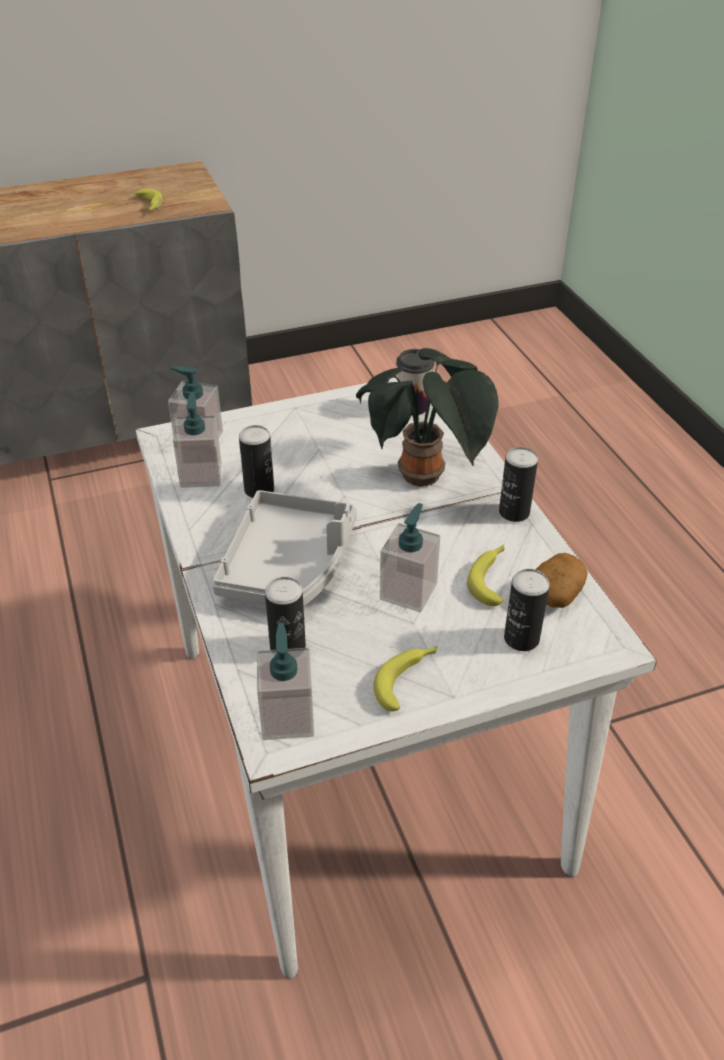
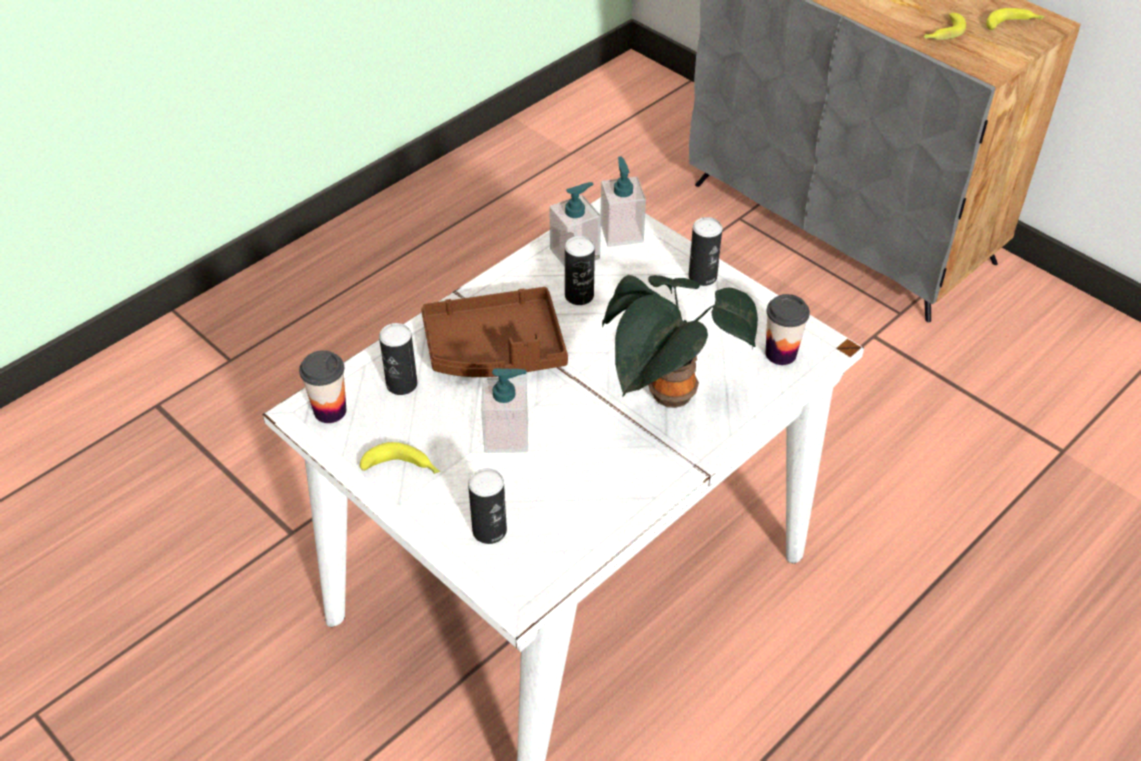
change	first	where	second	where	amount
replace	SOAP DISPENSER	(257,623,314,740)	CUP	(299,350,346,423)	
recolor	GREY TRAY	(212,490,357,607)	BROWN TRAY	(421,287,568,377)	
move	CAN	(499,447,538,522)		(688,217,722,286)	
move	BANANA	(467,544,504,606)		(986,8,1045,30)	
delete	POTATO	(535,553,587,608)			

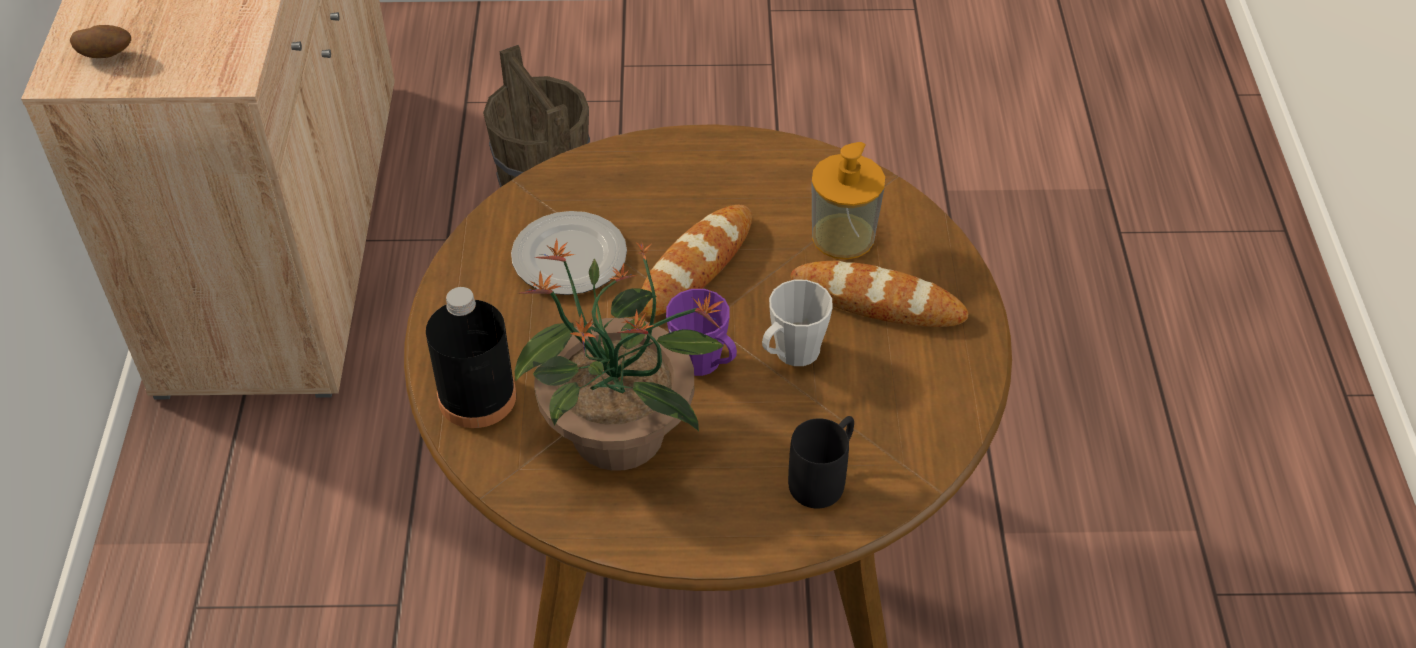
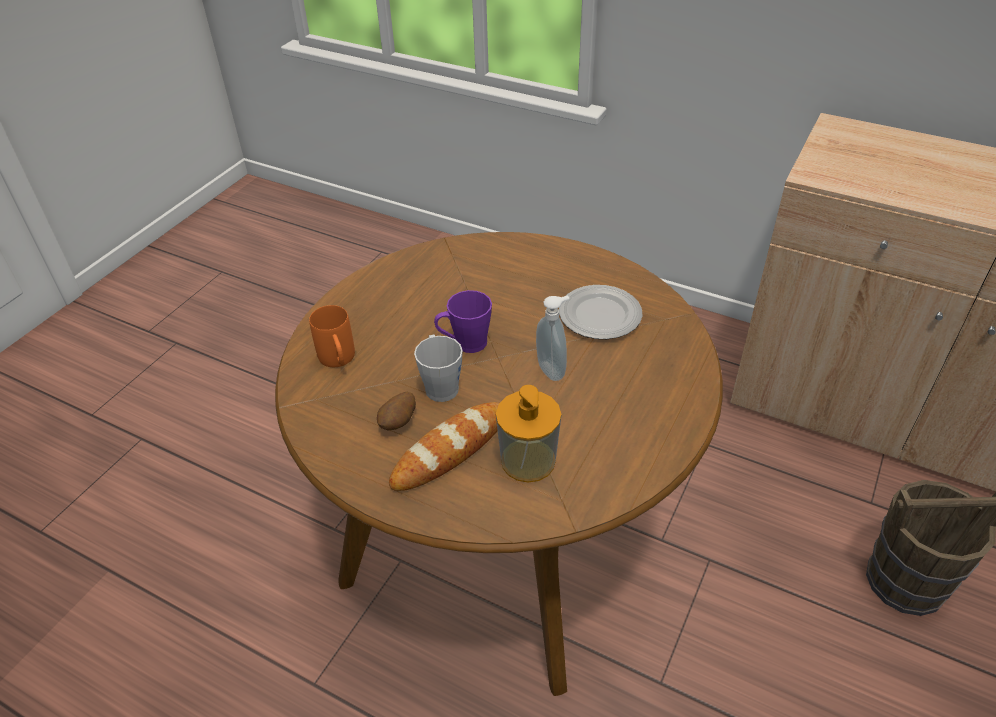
change	first	where	second	where	amount
recolor	BLACK MUG	(788,416,854,508)	ORANGE MUG	(309,305,355,367)	
move	POTATO	(70,25,131,58)		(377,392,416,430)	
replace	BREAD	(640,205,752,317)	SOAP DISPENSER	(536,295,569,381)	
delete	BLACK BOTTLE	(426,287,516,428)			
delete	POTTED PLANT	(515,239,724,471)			

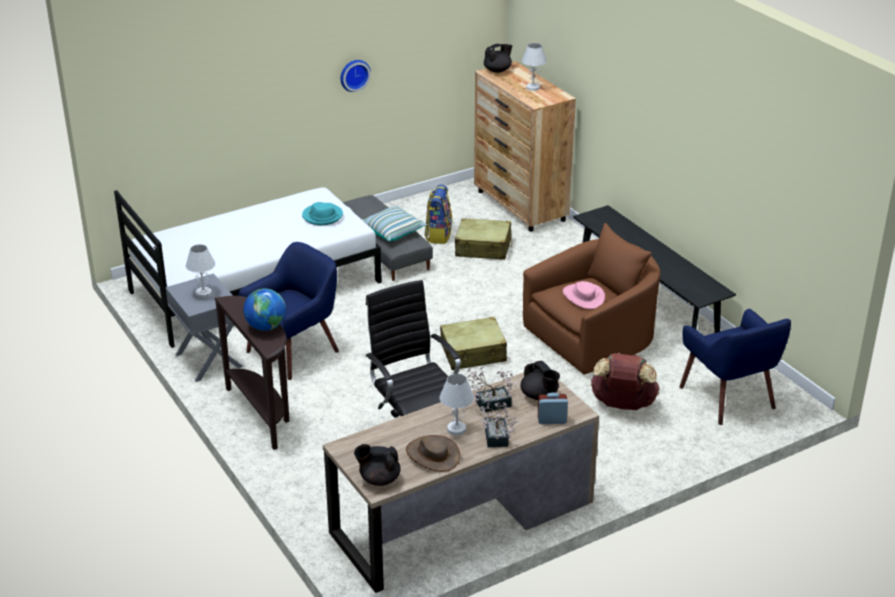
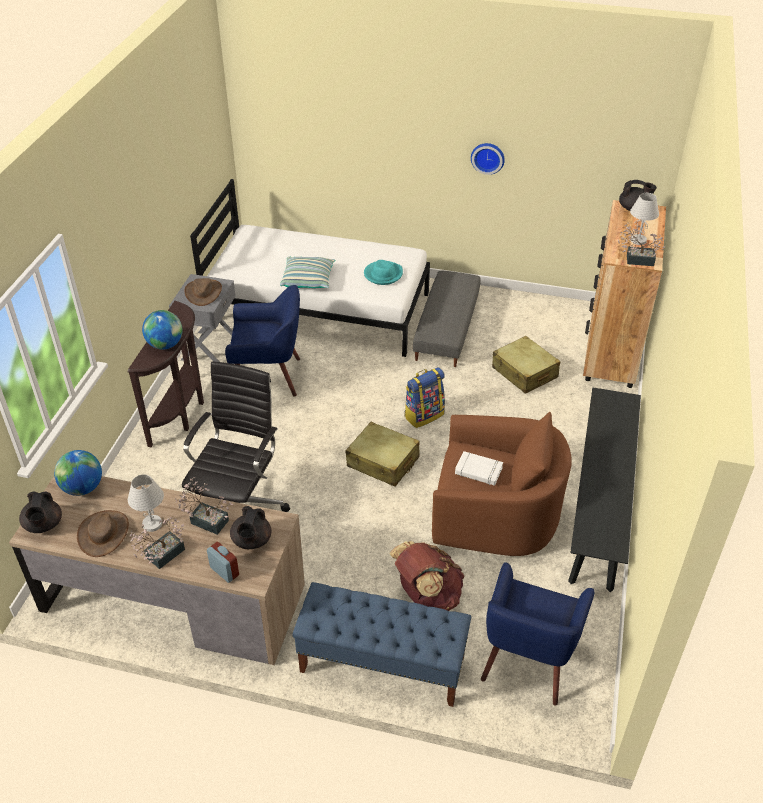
change	first	where	second	where	amount
rotate	BLACK TEAPOT	(354,444,401,486)		(19,491,62,533)	150 degrees counterclockwise
insert			GLOBE	(54,450,102,496)	
replace	WHITE TABLE LAMP	(186,244,215,298)	BROWN HAT	(184,278,222,306)	
move	PILLOW	(362,206,428,241)		(280,257,335,288)	
insert			BLUE BENCH	(292,582,471,707)	
move	BACKPACK	(425,184,452,244)		(404,367,445,428)	
replace	PINK HAT	(563,281,605,309)	WHITE BOOK	(455,451,503,486)	
insert			POTTED PLANT	(618,223,665,266)	

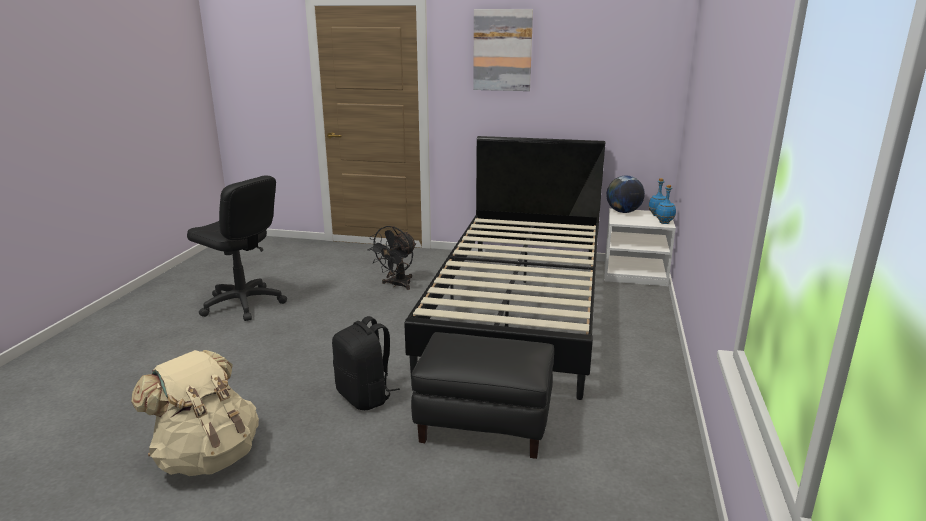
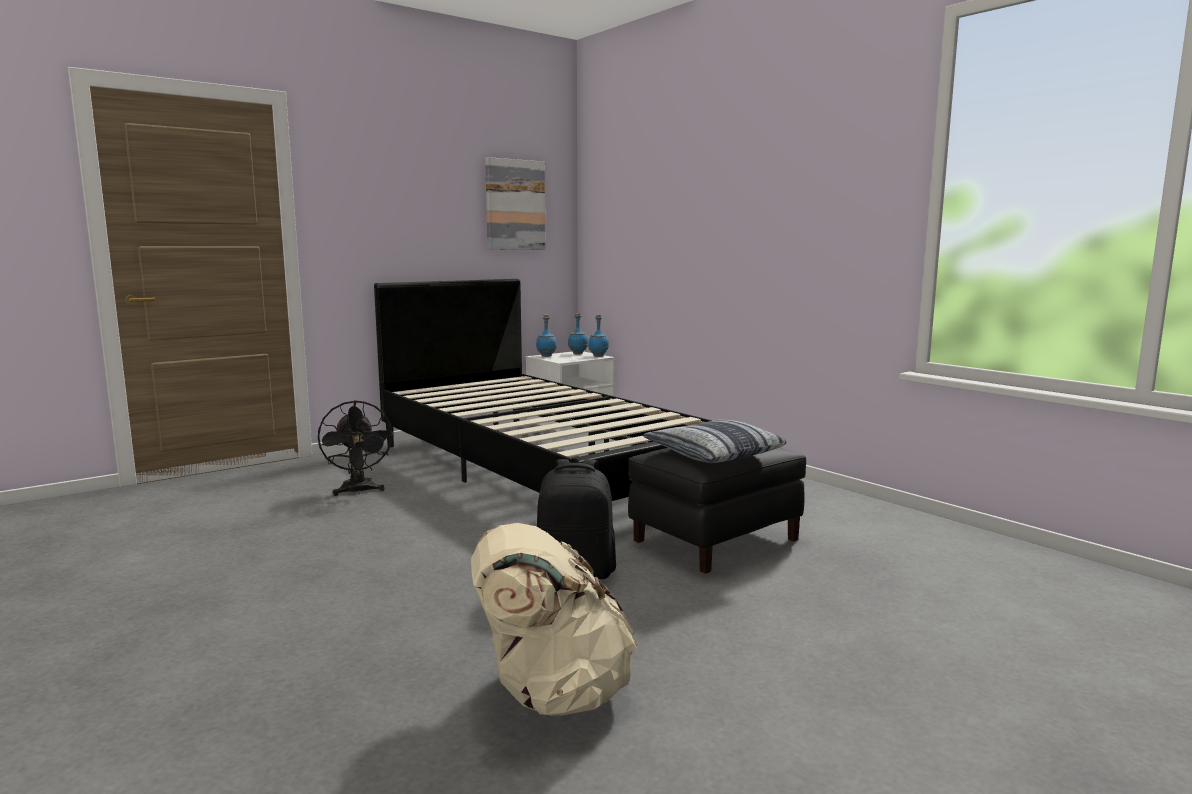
change	first	where	second	where	amount
move	PICTURE	(473,9,533,91)		(485,157,546,250)	
replace	GLOBE	(606,176,645,213)	BLUE BOTTLE	(536,315,557,357)	
insert			PILLOW	(643,420,787,463)	
delete	BLACK OFFICE CHAIR	(187,176,287,321)			

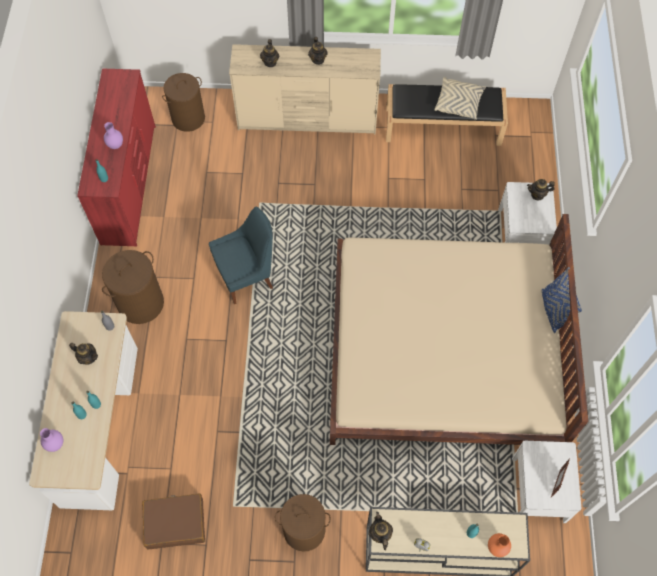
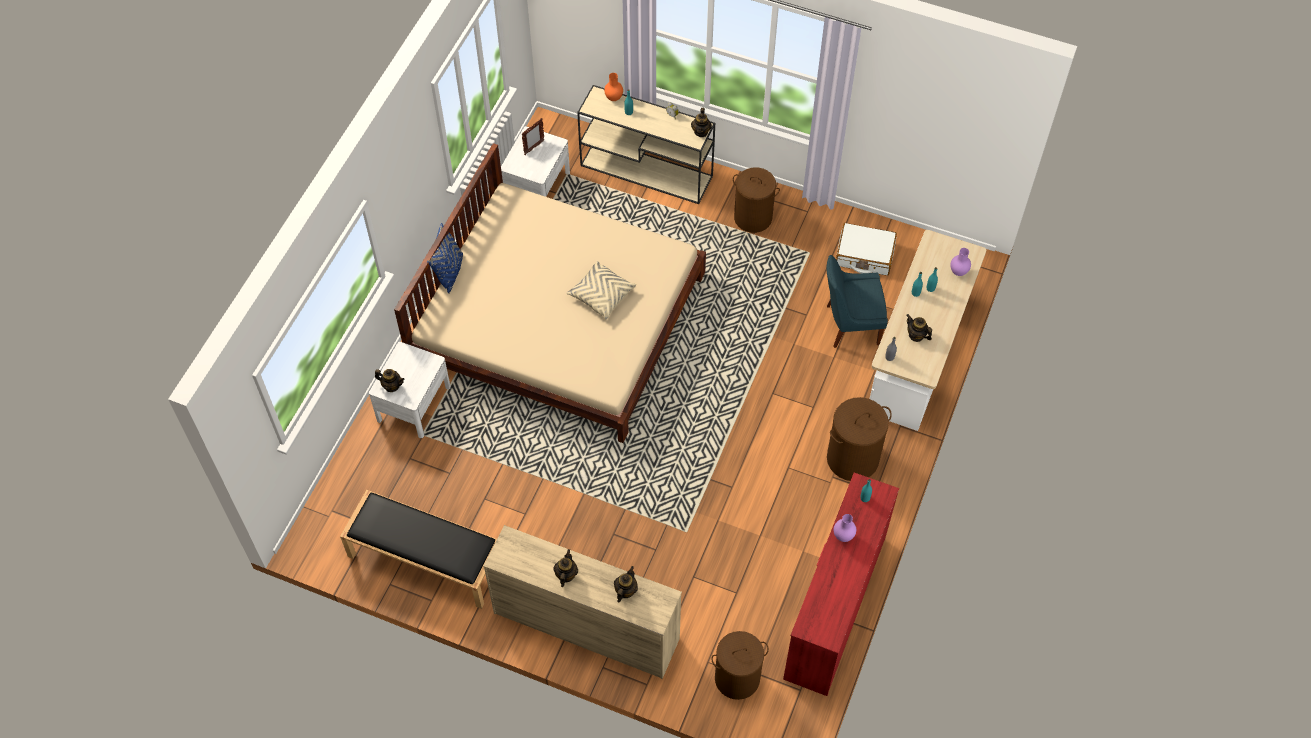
change	first	where	second	where	amount
move	BEIGE PILLOW	(434,77,486,120)		(566,261,636,320)	
move	BLUE CHAIR	(209,207,273,304)		(826,255,888,348)	
recolor	BROWN SUITCASE	(142,494,205,549)	WHITE SUITCASE	(836,223,897,276)	

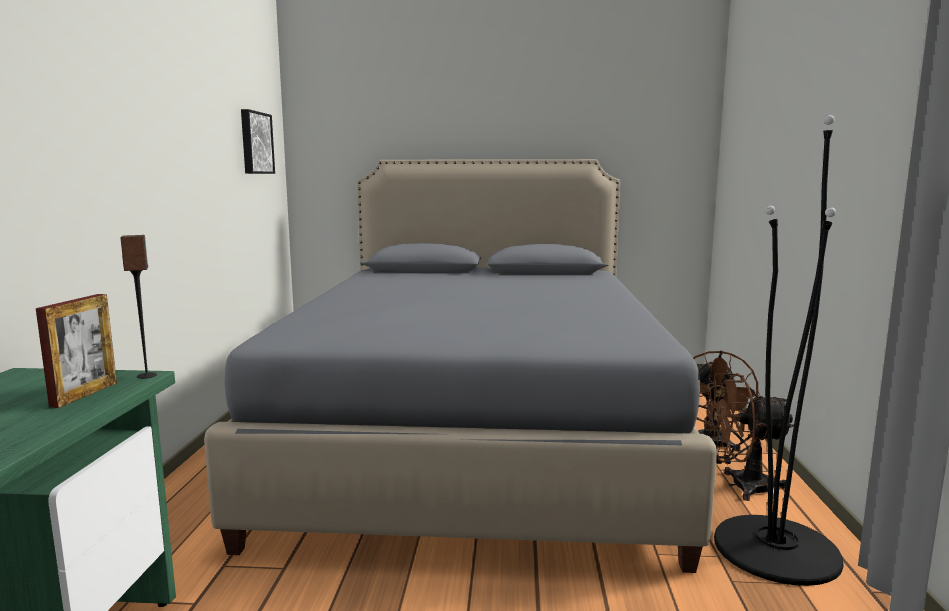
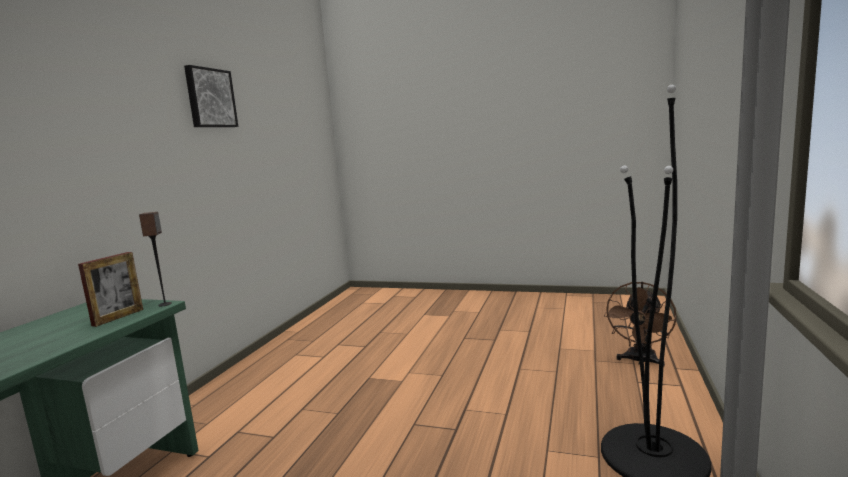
change	first	where	second	where	amount
move	PICTURE	(241,109,275,174)		(184,65,238,127)	
delete	GREY BED	(204,159,717,573)			
delete	BROWN FAN	(704,373,794,501)			

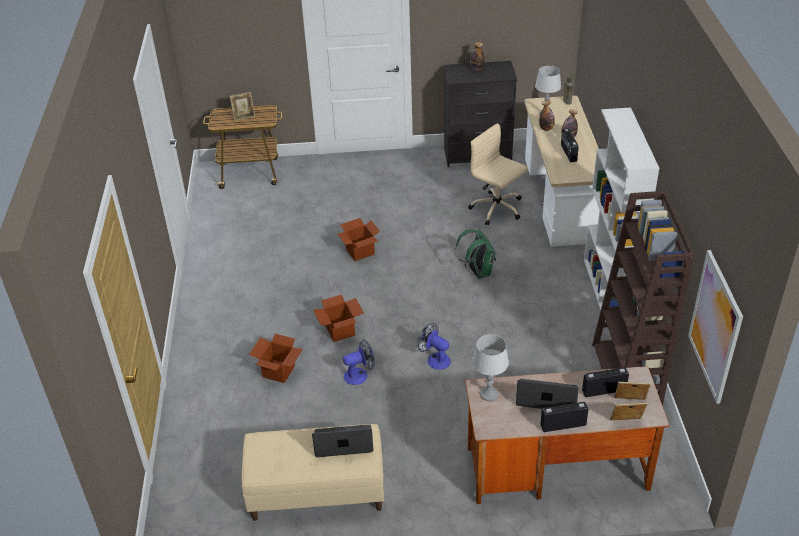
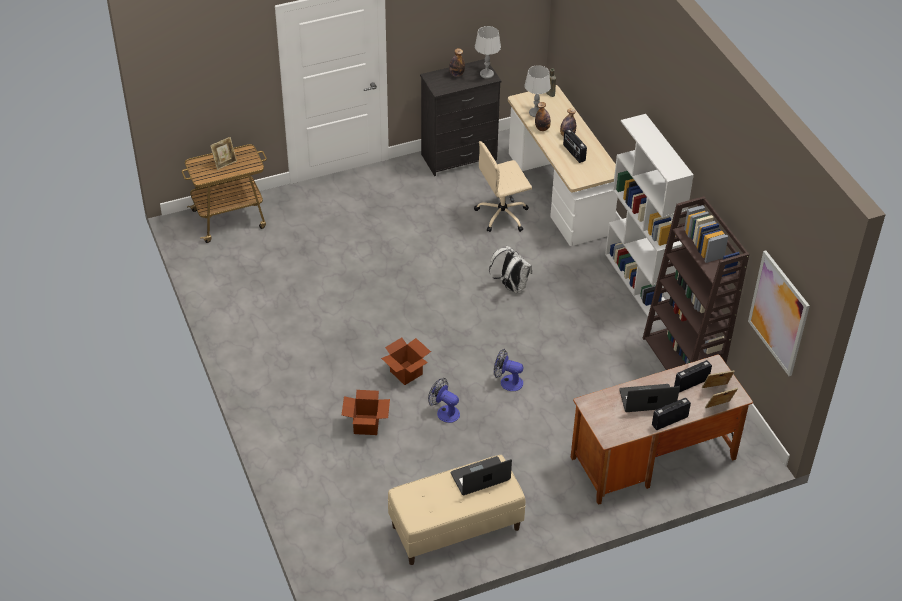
change	first	where	second	where	amount
rotate	FAN	(343,339,375,385)		(428,378,460,423)	105 degrees counterclockwise
rotate	BEIGE OFFICE CHAIR	(468,123,528,225)		(474,141,532,232)	45 degrees counterclockwise
move	GREY TABLE LAMP	(472,334,509,401)		(475,26,501,79)	
recolor	GREEN BACKPACK	(455,230,496,278)	WHITE BACKPACK	(489,245,532,293)	
delete	CARDBOARD BOX	(338,218,380,261)			

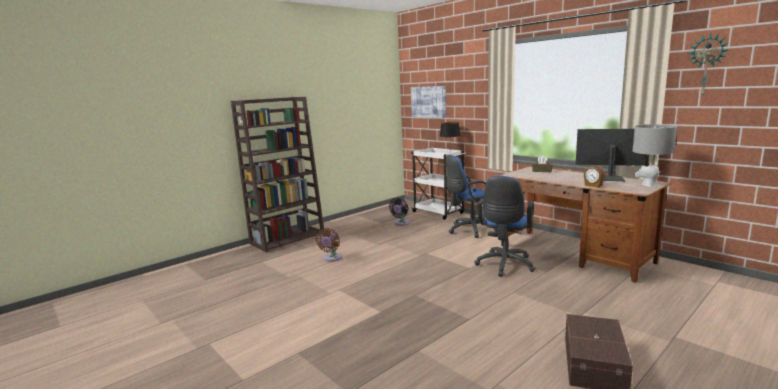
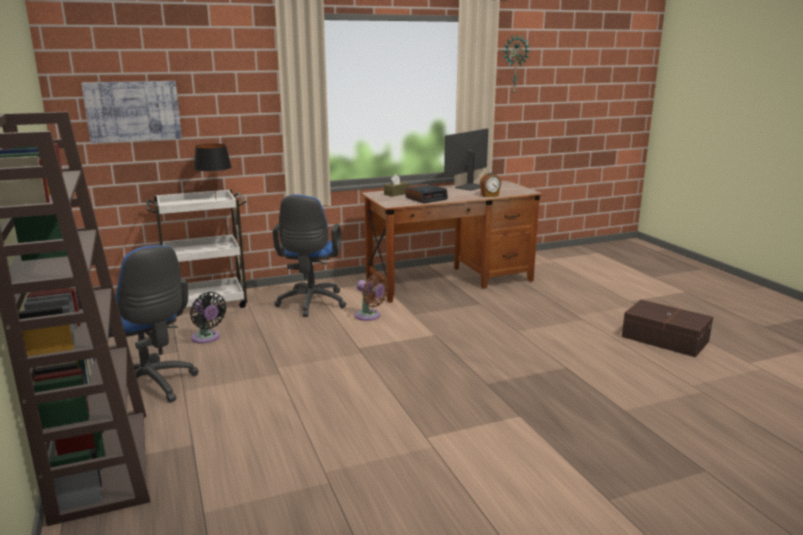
change	first	where	second	where	amount
move	BLUE OFFICE CHAIR	(474,175,536,277)		(109,245,199,403)	
move	BROWN FAN	(316,228,342,262)		(355,272,389,321)	
insert			ALARM CLOCK	(405,185,448,203)	
delete	GREY TABLE LAMP	(633,124,677,187)			

